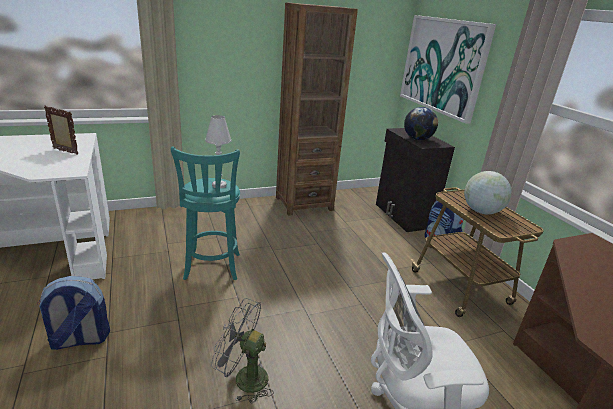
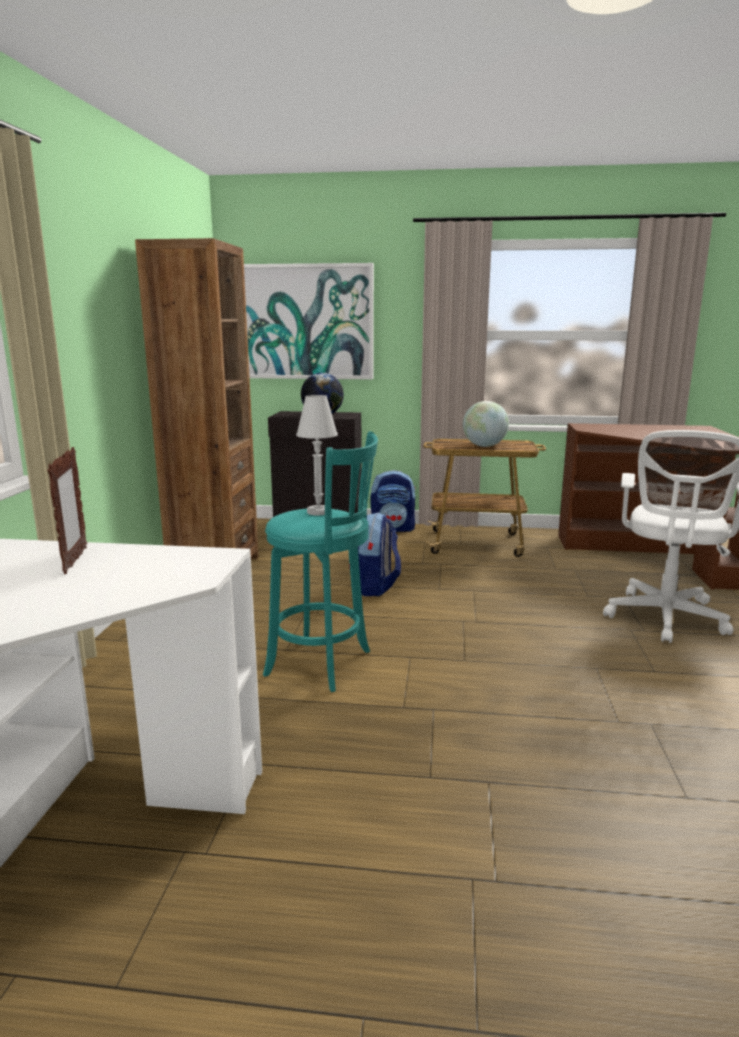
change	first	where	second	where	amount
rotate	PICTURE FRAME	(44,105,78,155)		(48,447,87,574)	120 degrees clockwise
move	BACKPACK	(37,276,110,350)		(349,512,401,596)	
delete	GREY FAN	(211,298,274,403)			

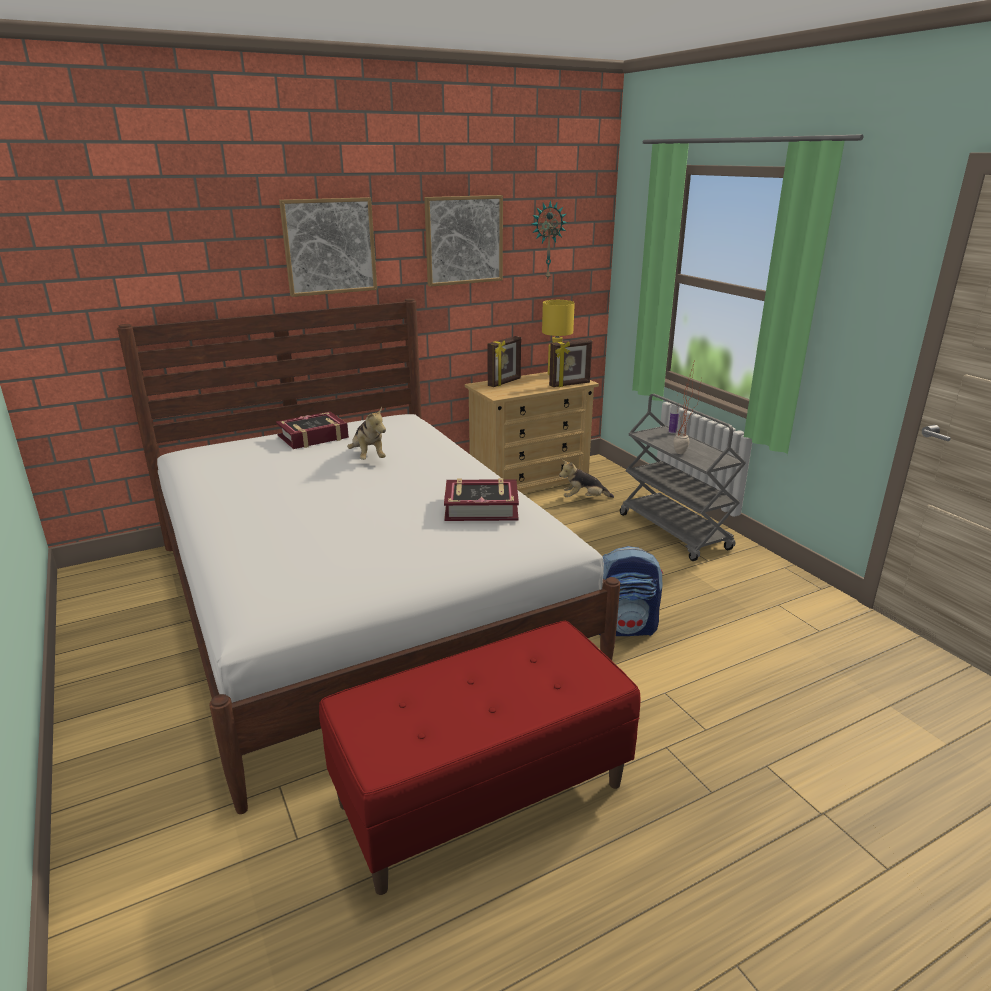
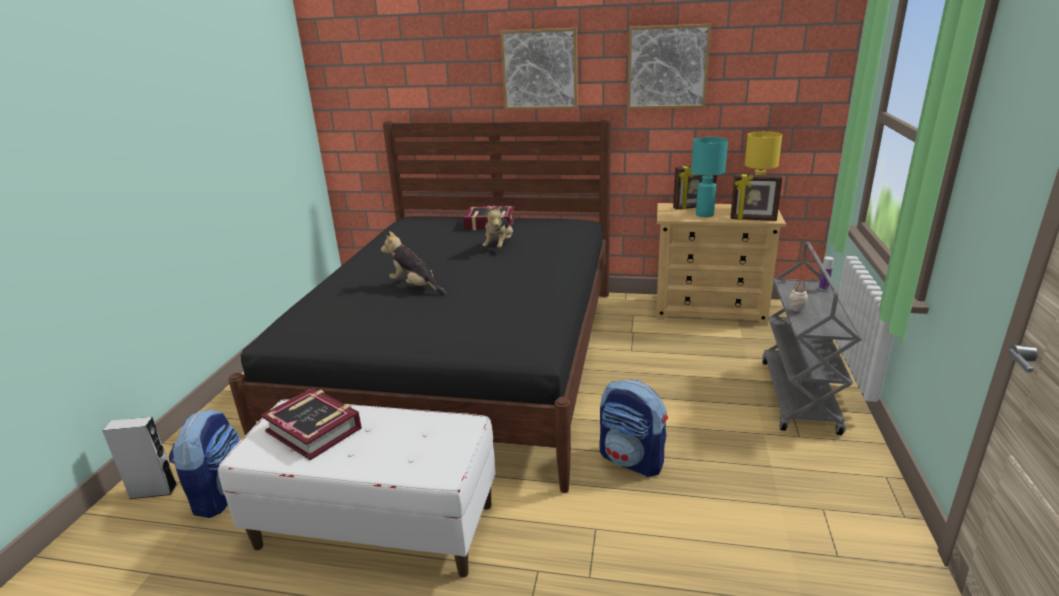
change	first	where	second	where	amount
insert			GREY SPEAKER	(102,417,177,499)	
insert			BACKPACK	(169,409,240,518)	
recolor	RED BENCH	(319,621,641,895)	WHITE BENCH	(218,399,496,578)	
recolor	WHITE BED	(117,298,620,814)	BLACK BED	(228,118,611,493)	
move	BOOK	(444,478,519,521)		(261,388,362,460)	
move	PLUSH TOY	(559,460,614,498)		(381,231,446,294)	
insert			TURQUOISE TABLE LAMP	(691,137,728,217)	
delete	WALL CLOCK	(532,200,567,279)			

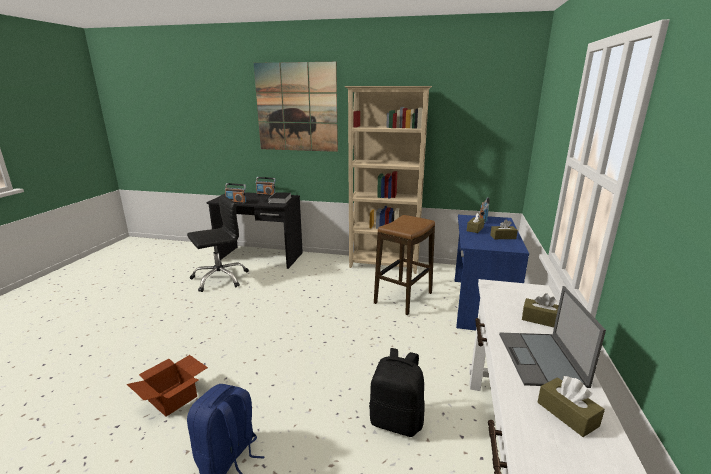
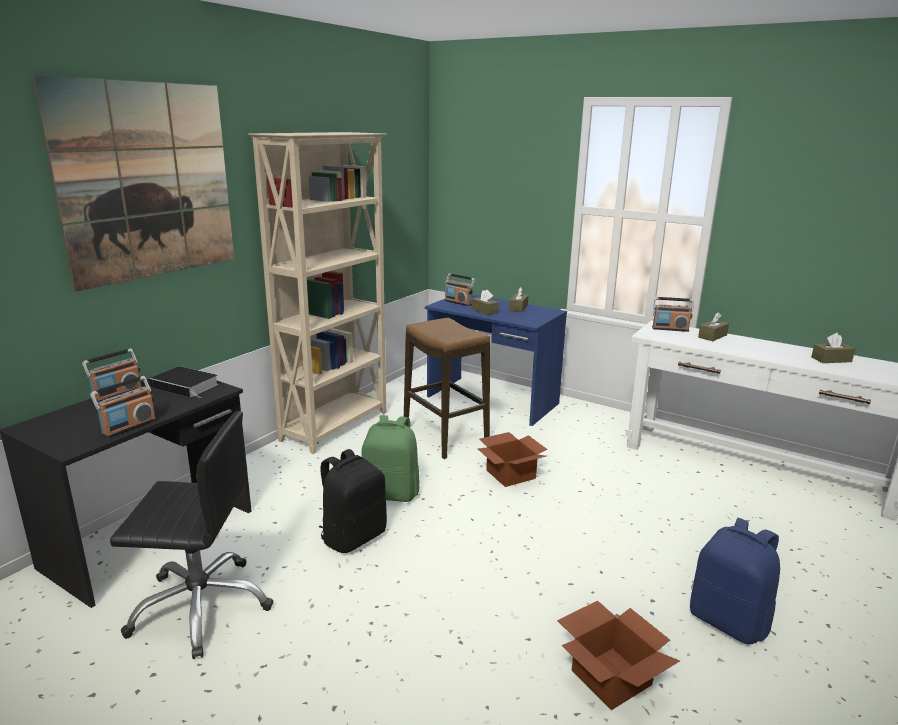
change	first	where	second	where	amount
rotate	BLACK OFFICE CHAIR	(187,195,249,292)		(110,411,274,659)	105 degrees clockwise
move	BLACK BACKPACK	(369,348,424,437)		(319,449,387,553)	
insert			GREEN BACKPACK	(362,415,420,502)	
insert			CARDBOARD BOX	(478,432,547,487)	
insert			RADIO	(652,297,694,332)	
delete	LAPTOP	(499,286,606,388)			

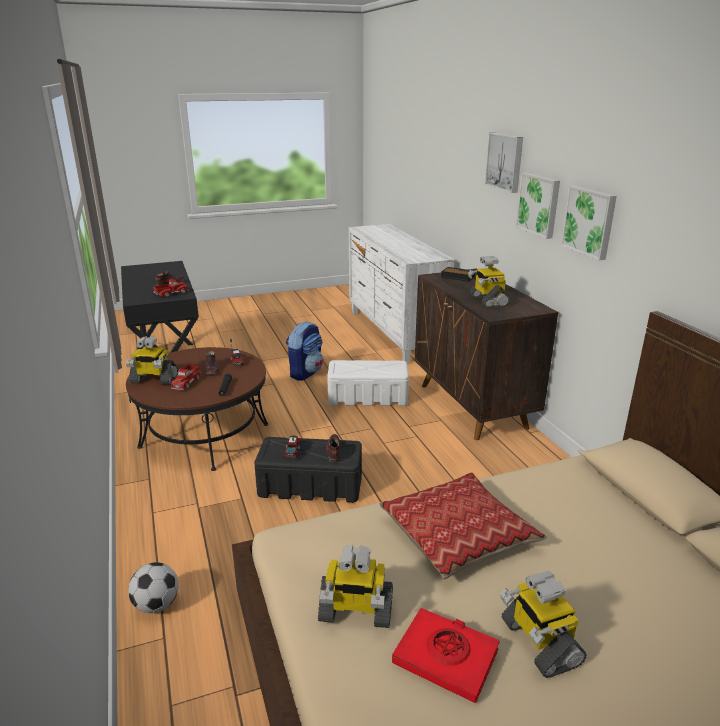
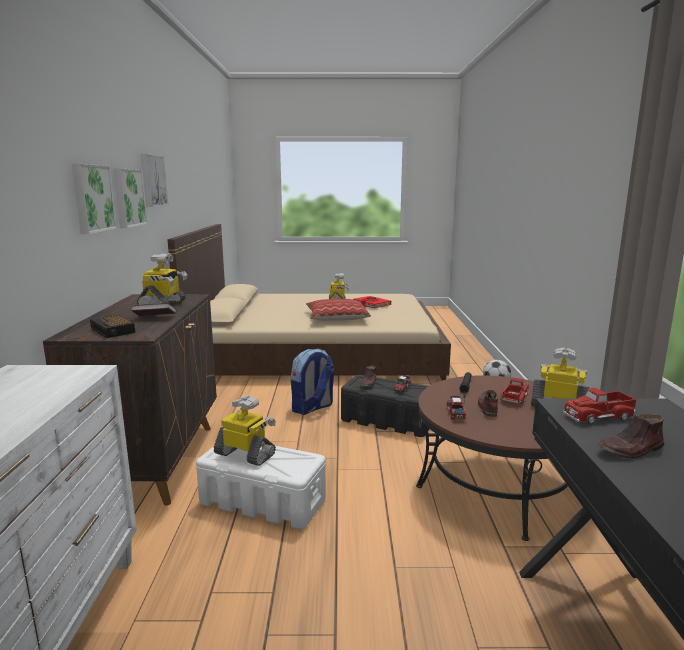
change	first	where	second	where	amount
insert			BOOK	(131,303,176,316)	
move	PICTURE	(485,133,523,193)		(141,154,168,207)	
move	TOY ROBOT	(318,545,393,628)		(214,395,276,466)	
move	BACKPACK	(286,321,323,381)		(291,349,334,415)	

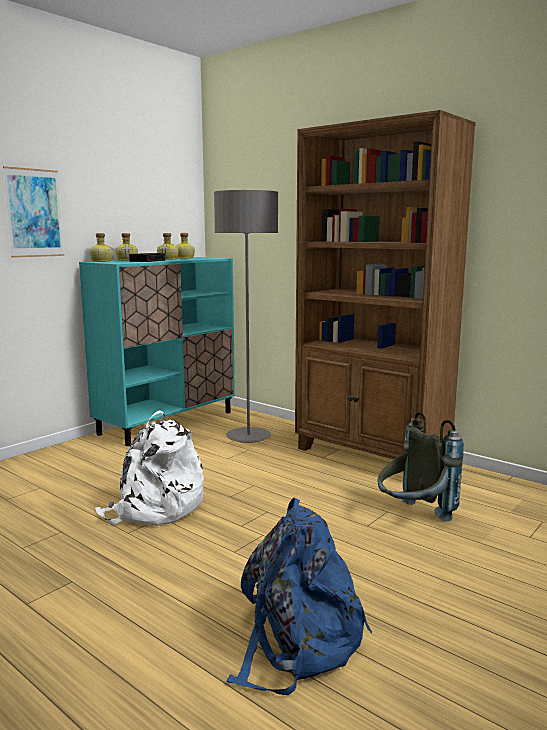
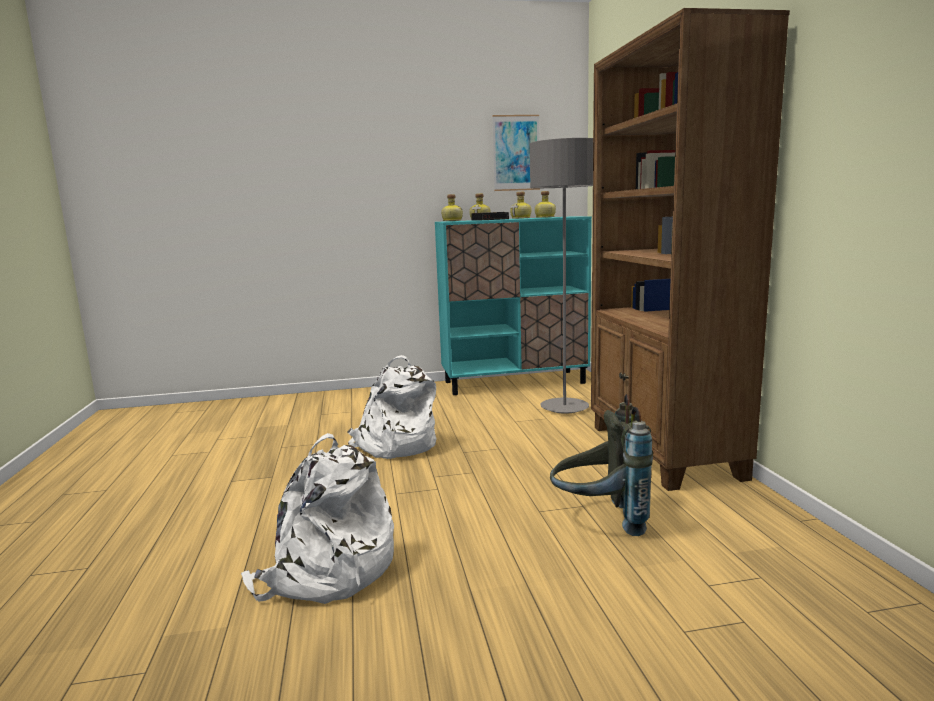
change	first	where	second	where	amount
recolor	BLUE BACKPACK	(227,497,372,695)	WHITE BACKPACK	(241,433,394,604)	
move	PICTURE	(3,166,64,258)		(492,115,540,191)	

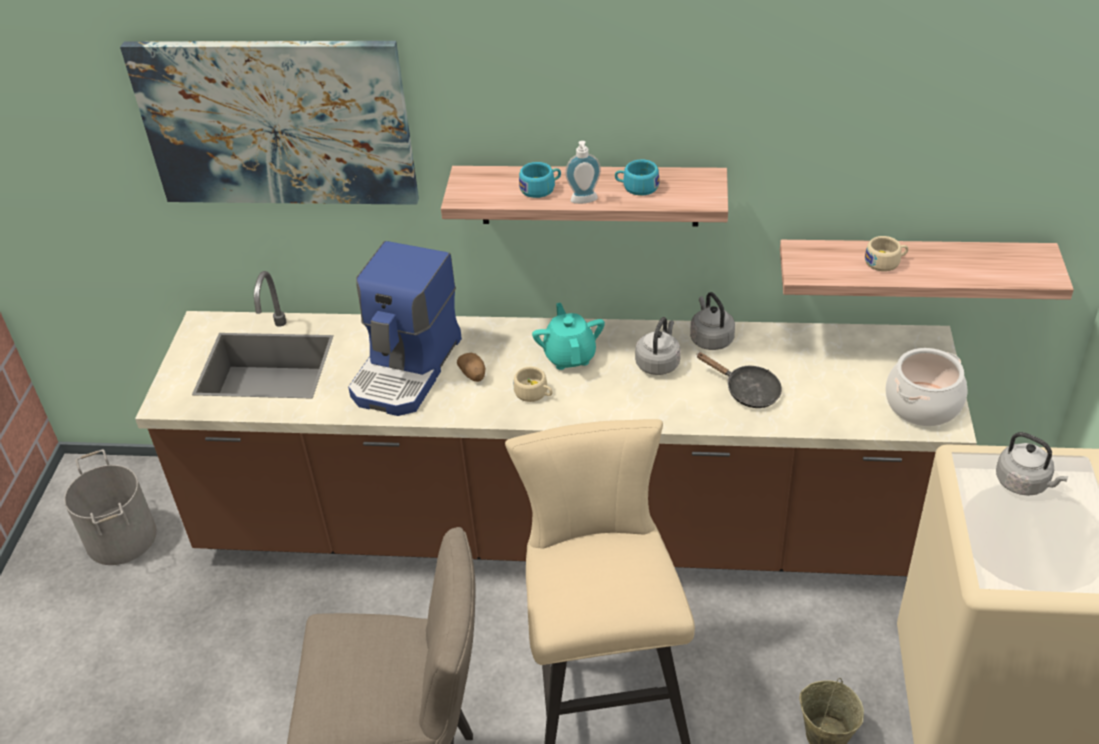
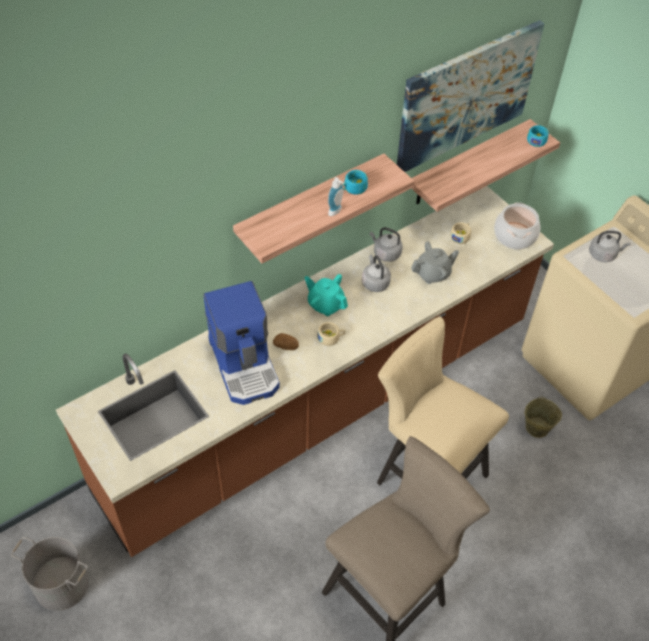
change	first	where	second	where	amount
move	PICTURE	(120,41,419,205)		(397,20,545,172)	
replace	BLACK FRYING PAN	(696,353,782,408)	GREY TEAPOT	(411,241,459,284)	
move	BEIGE CUP	(865,236,908,272)		(450,222,471,244)	
move	TURQUOISE CUP	(519,162,561,198)		(527,125,549,147)	

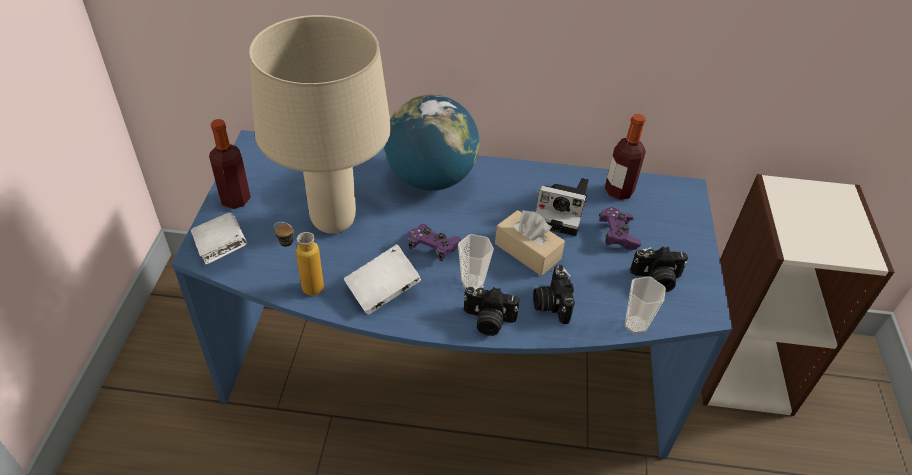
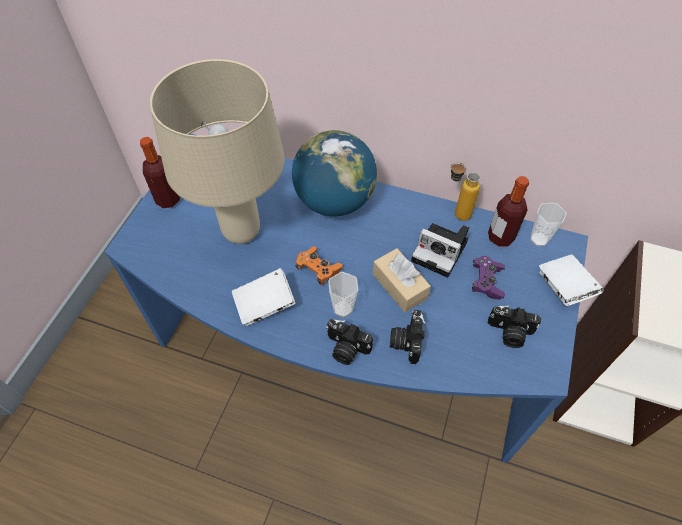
change	first	where	second	where	amount
recolor	PURPLE GAME CONTROLLER	(408,224,461,261)	ORANGE GAME CONTROLLER	(295,246,343,285)	
move	BOTTLE	(274,222,324,296)		(451,162,481,221)	
move	CUP	(625,276,666,334)		(530,203,567,246)	
move	WHITE BOOK	(191,213,247,264)		(539,255,604,306)	

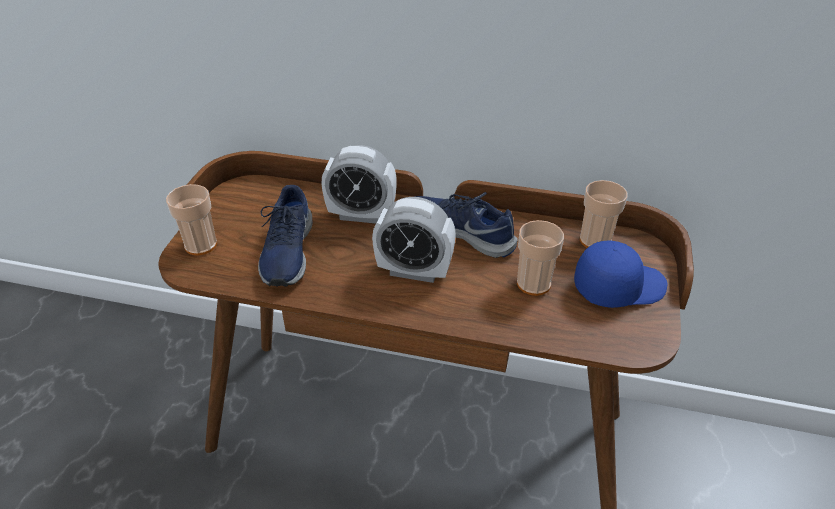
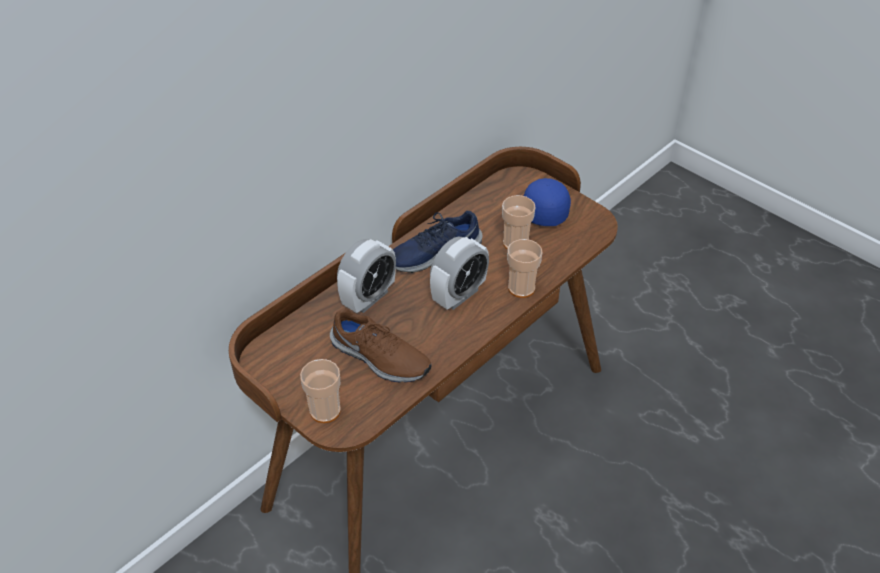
change	first	where	second	where	amount
recolor	BLUE SHOE	(258,185,313,287)	BROWN SHOE	(330,308,432,383)	
move	CUP	(580,180,628,248)		(507,239,543,298)	

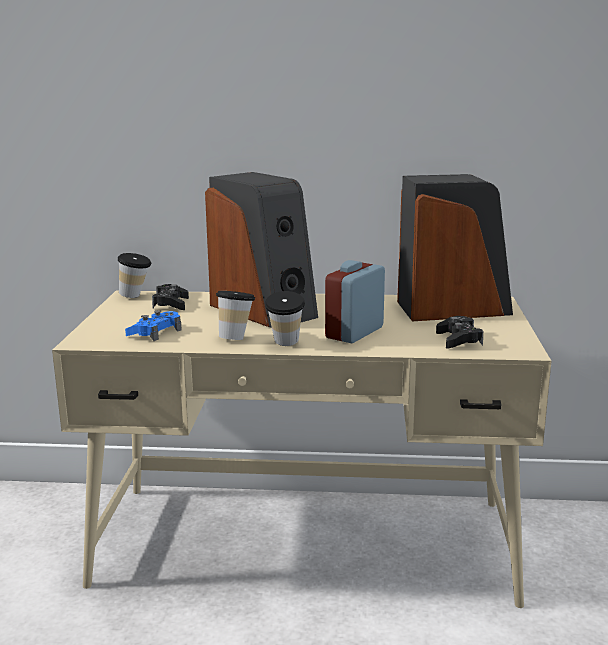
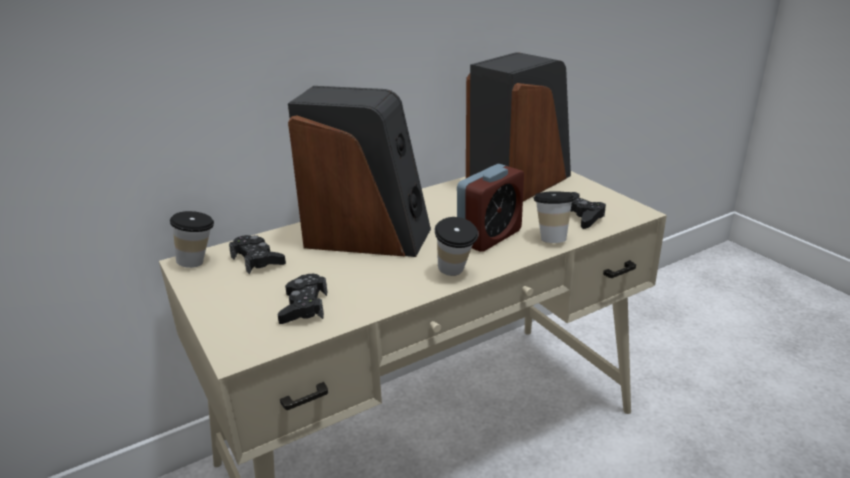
change	first	where	second	where	amount
recolor	BLUE GAME CONTROLLER	(125,310,182,341)	BLACK GAME CONTROLLER	(278,274,327,324)	
rotate	ALARM CLOCK	(325,260,385,343)		(457,164,524,252)	135 degrees counterclockwise
move	CUP	(216,291,255,340)		(534,191,575,243)	

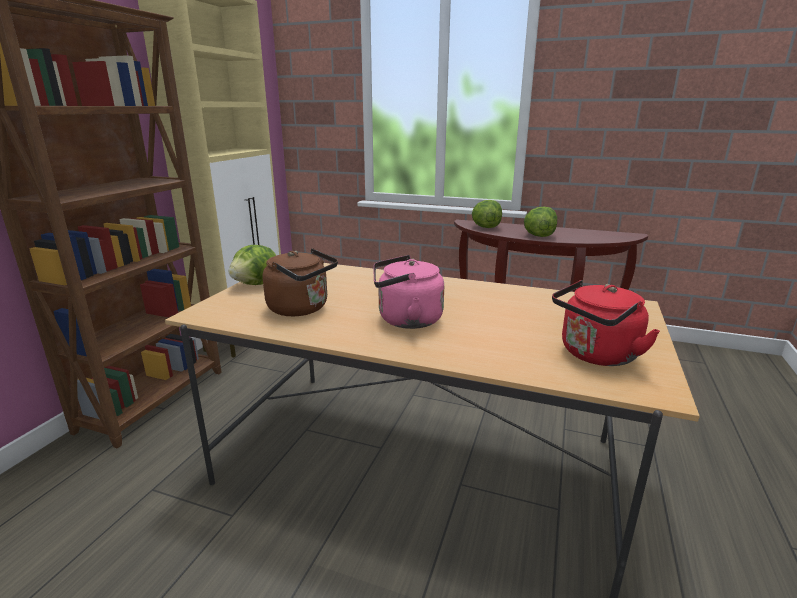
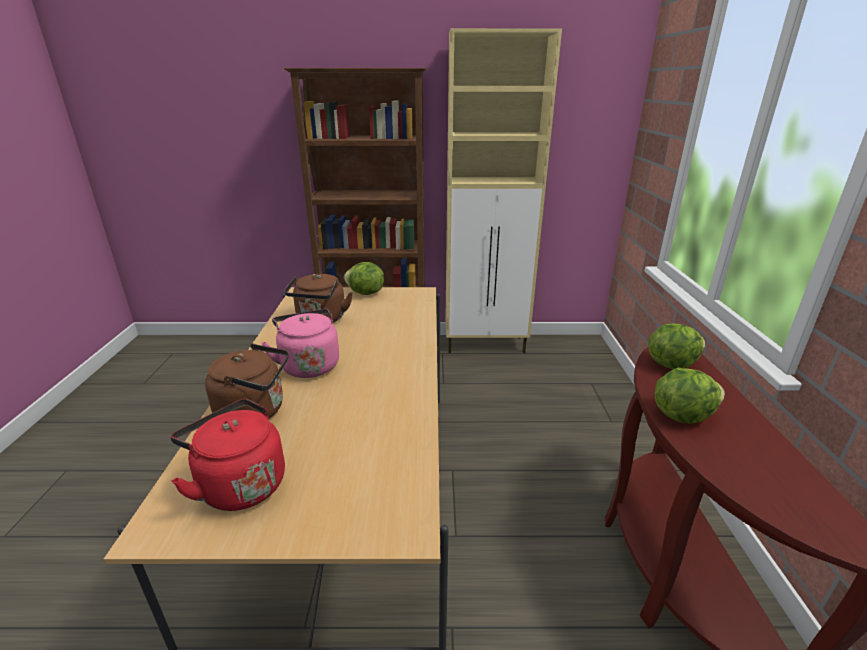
change	first	where	second	where	amount
insert			BROWN KETTLE	(205,344,289,419)	

